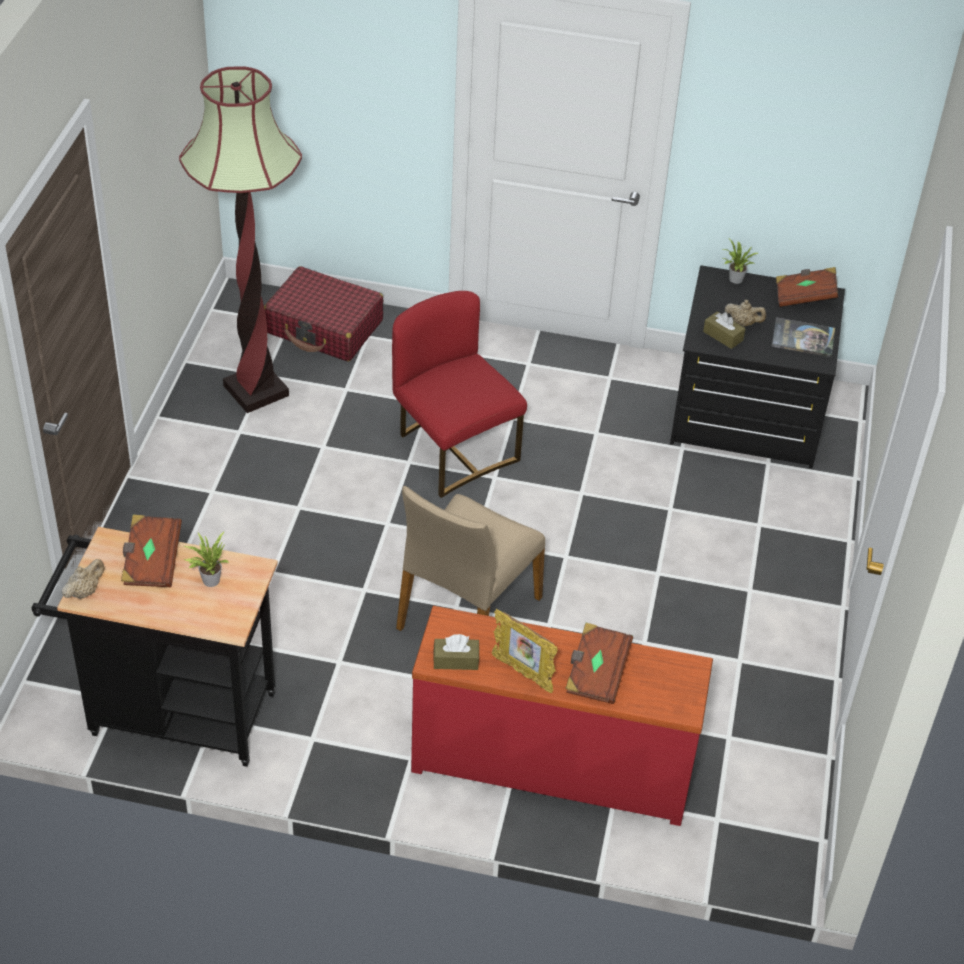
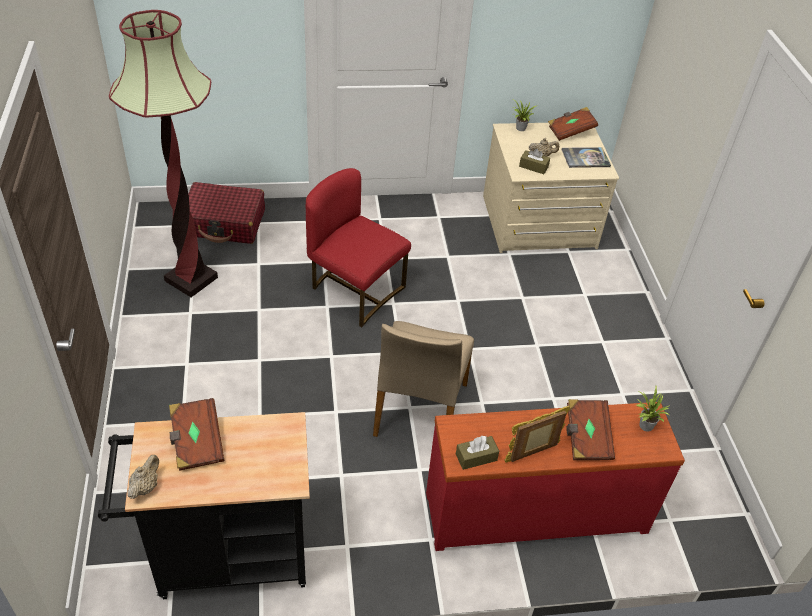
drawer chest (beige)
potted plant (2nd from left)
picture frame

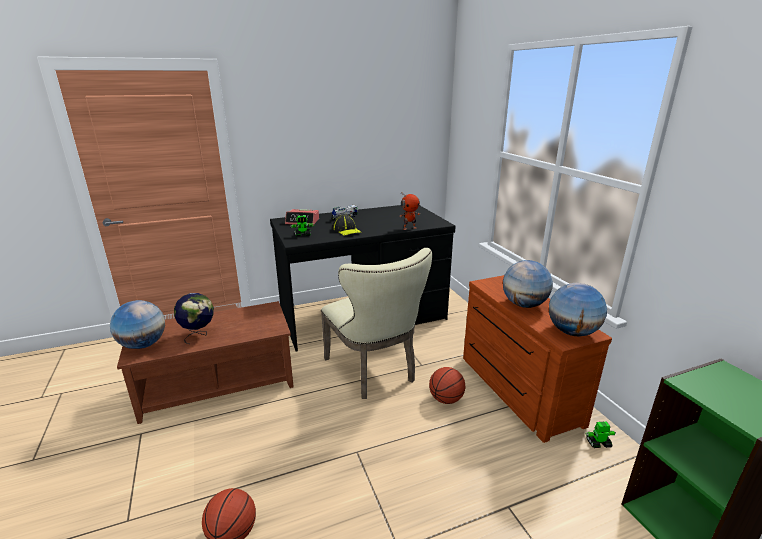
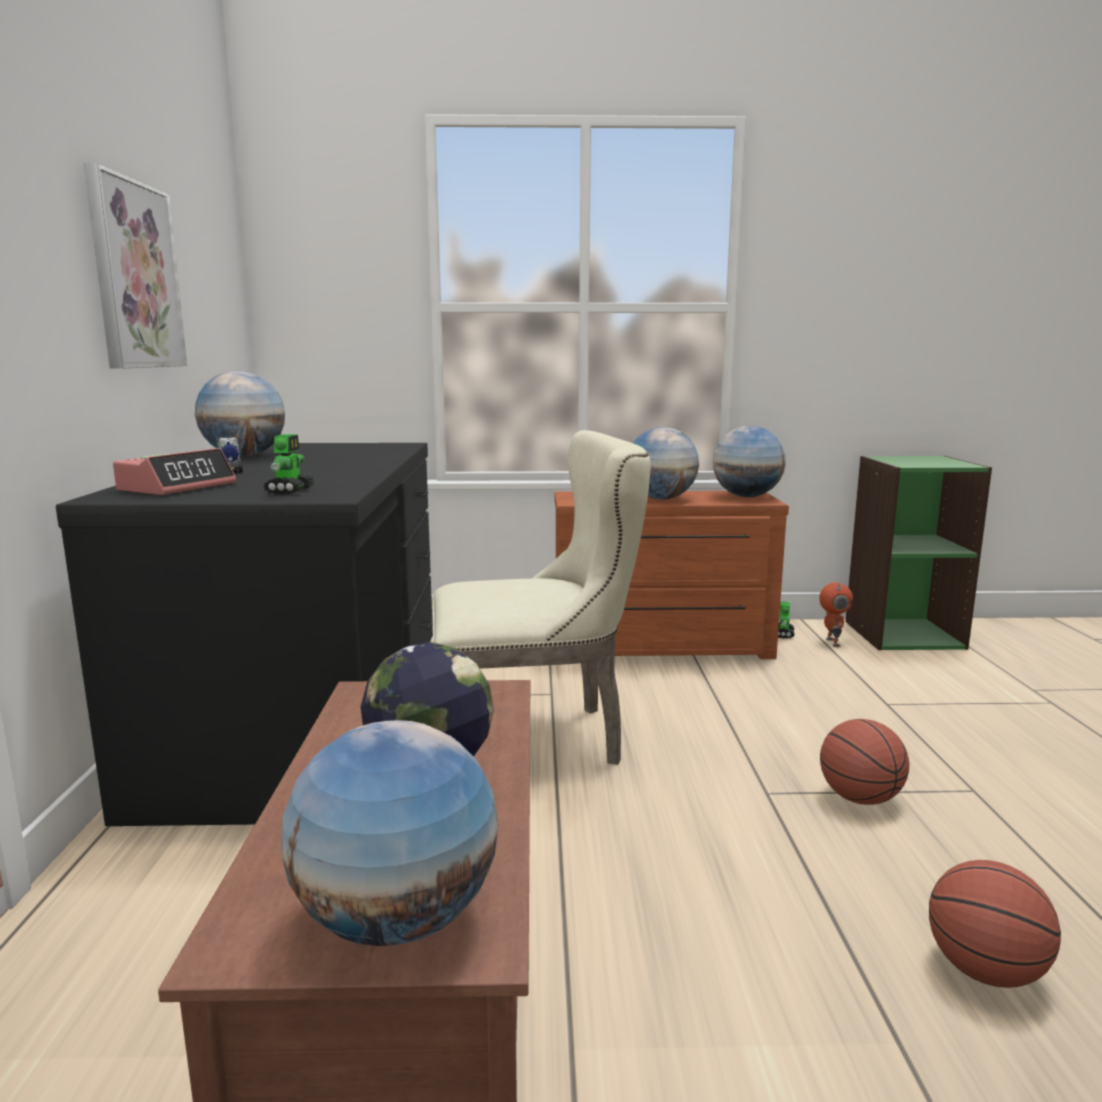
model robot (3rd from left)
cap
basketball ball (1st from left)
picture
world globe (1st from left)

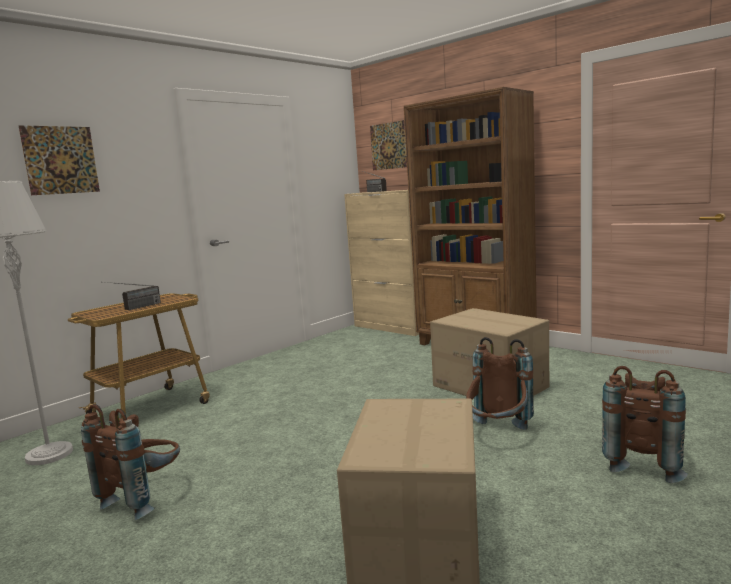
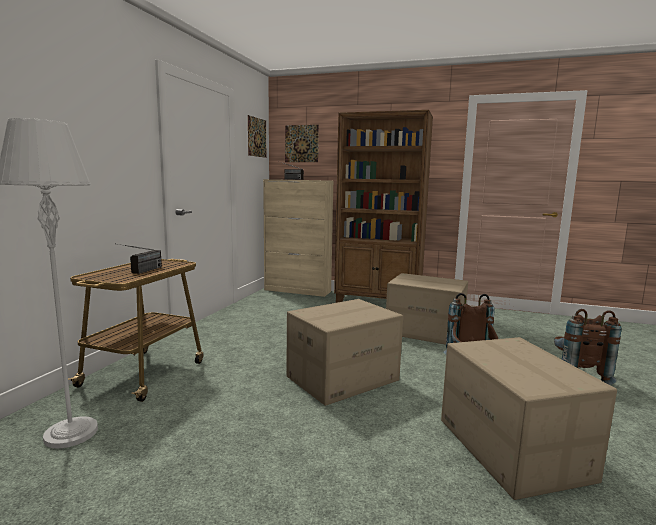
picture (1st from left)
rucksack (brown) (1st from left in the first image)
packing box (1st from left)

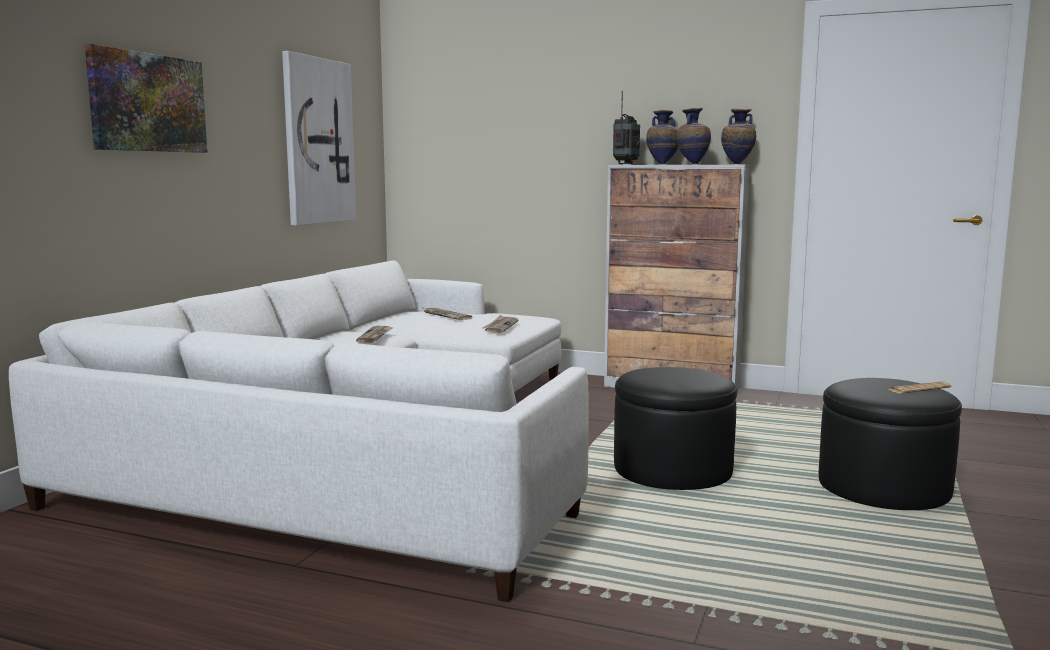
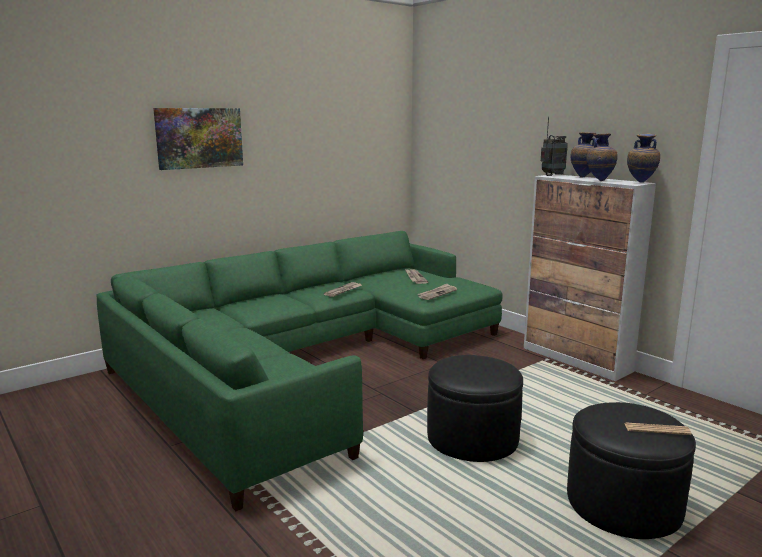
picture (2nd from left in the first image)
settee (greenish)

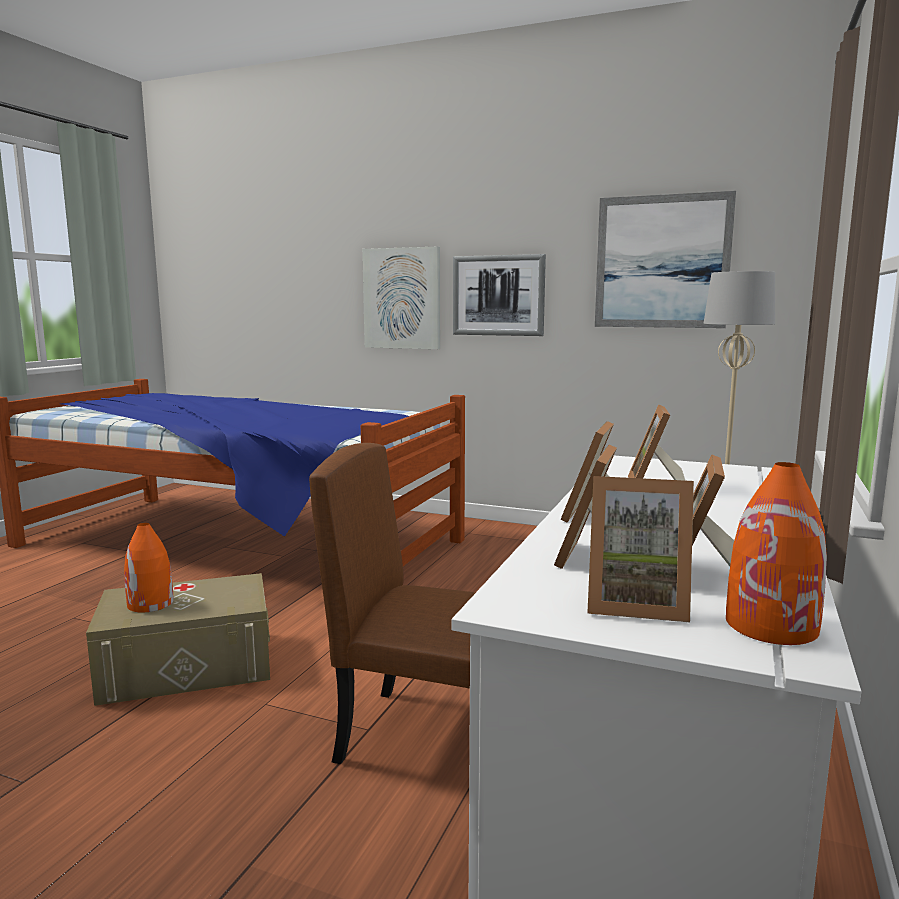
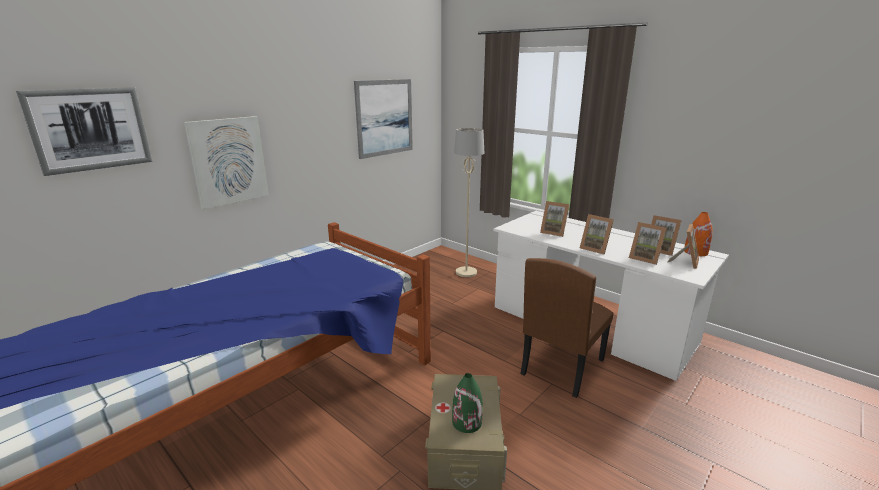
picture (1st from left)
flower vase (greenish)

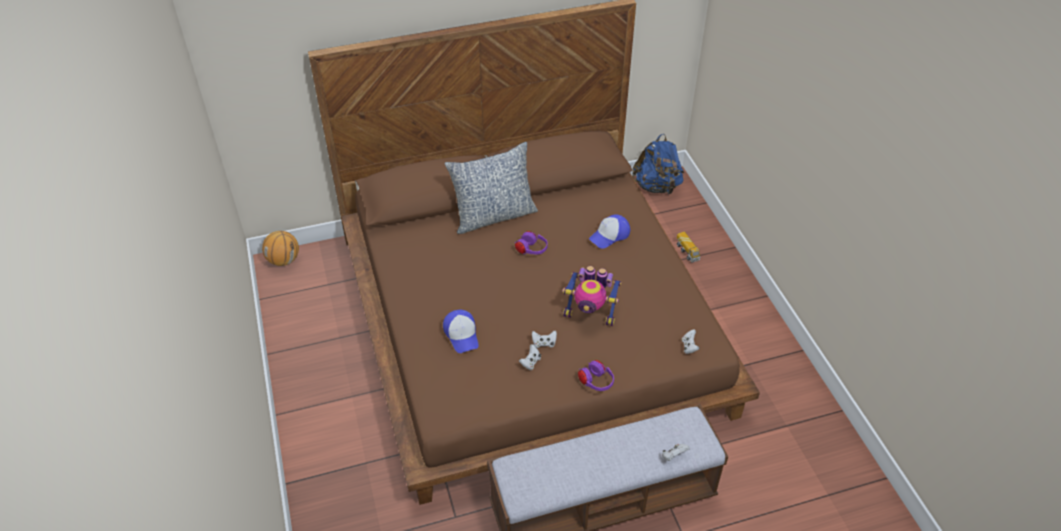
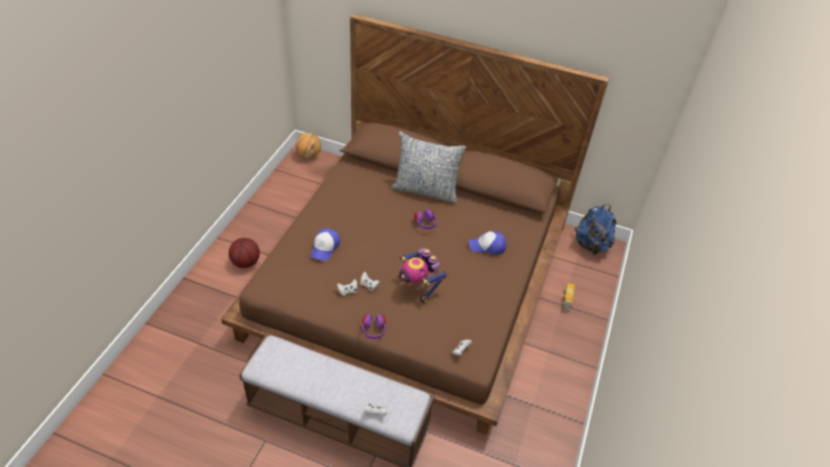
basketball ball (1st from left)

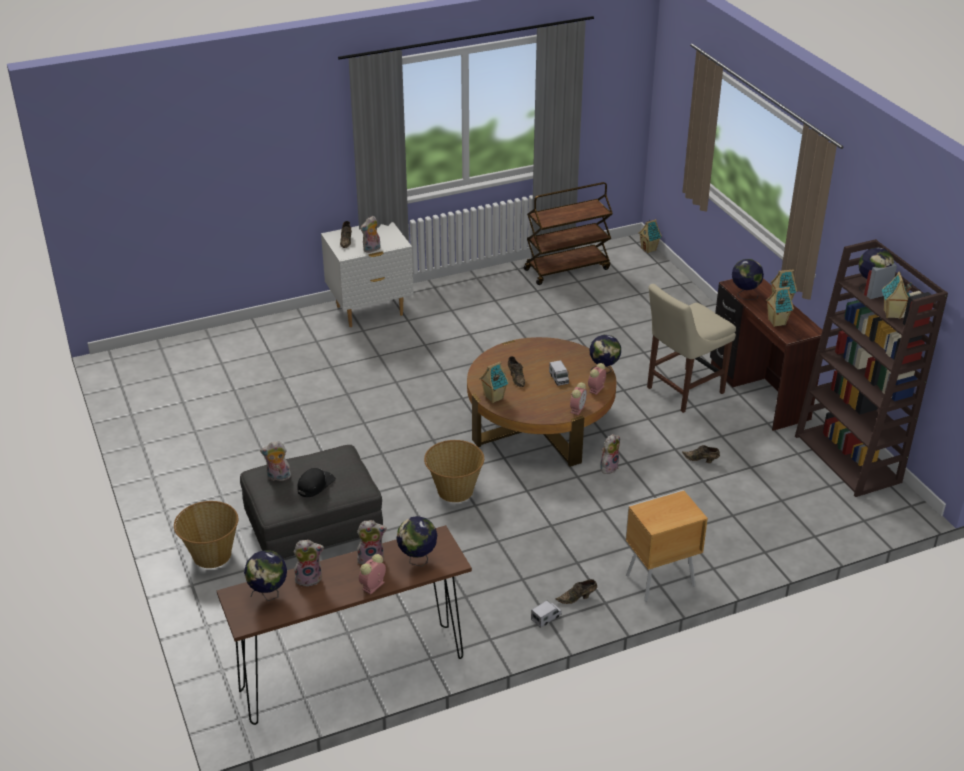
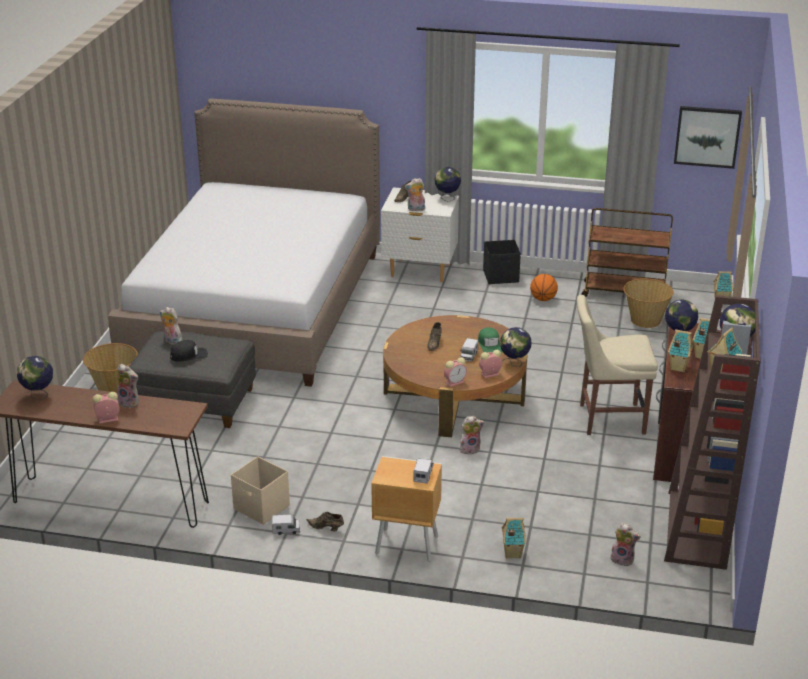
toy house (1st from left)
storage basket (2nd from left)
low shoe (brown) (4th from left in the first image)
world globe (2nd from left)
soft toy (5th from left)
sleeping bed
picture
storage box (black-coloured)
basketball ball
cap (greenish)
storage box (beige)
toy lorry (2nd from left)

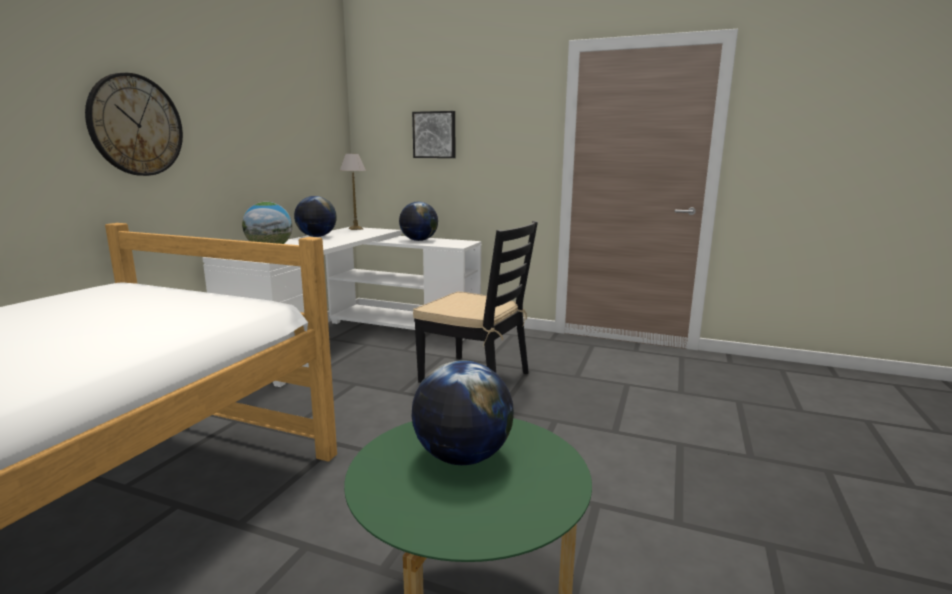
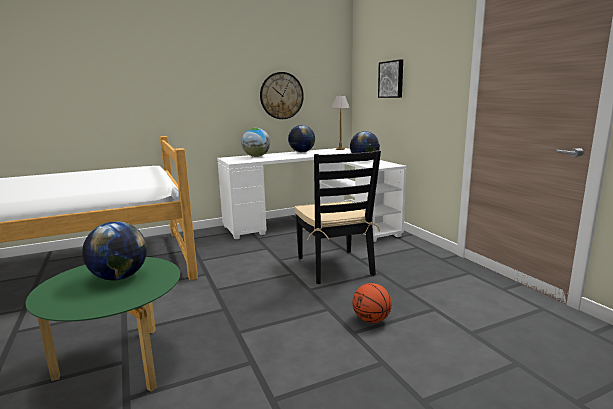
hanging clock
basketball ball

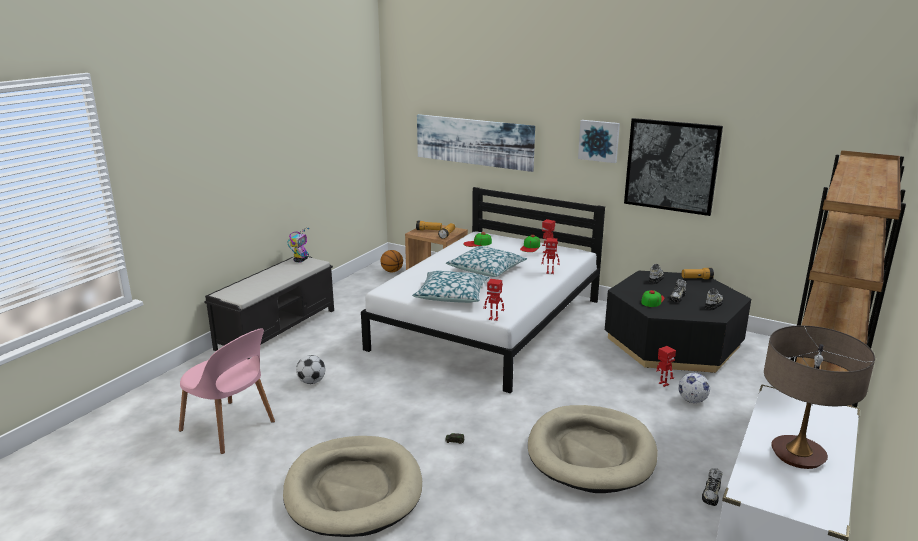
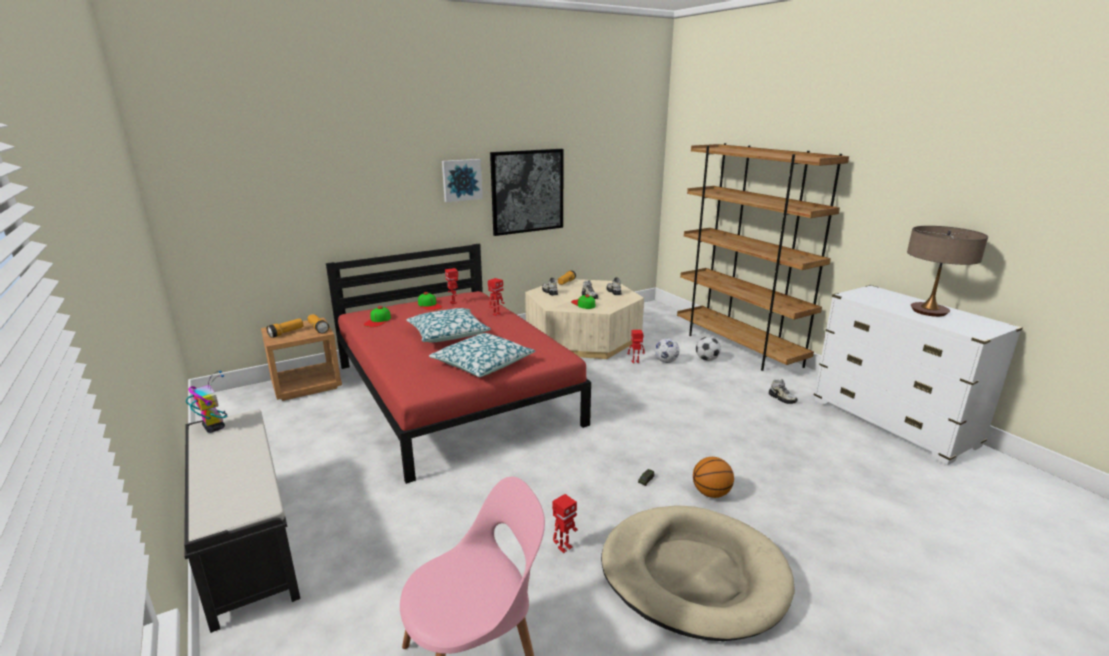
picture (1st from left in the first image)
sleeping bed (red)
basketball ball
low table (beige)
model robot (4th from left)
ball for football (2nd from left)
dog bed (beige) (2nd from left in the first image)

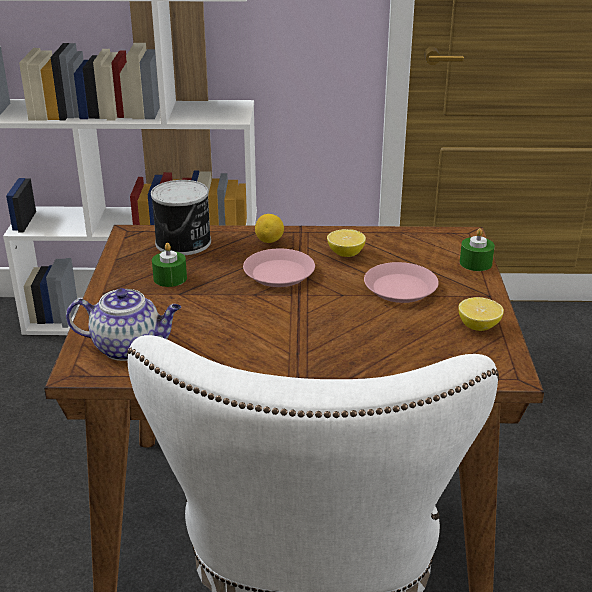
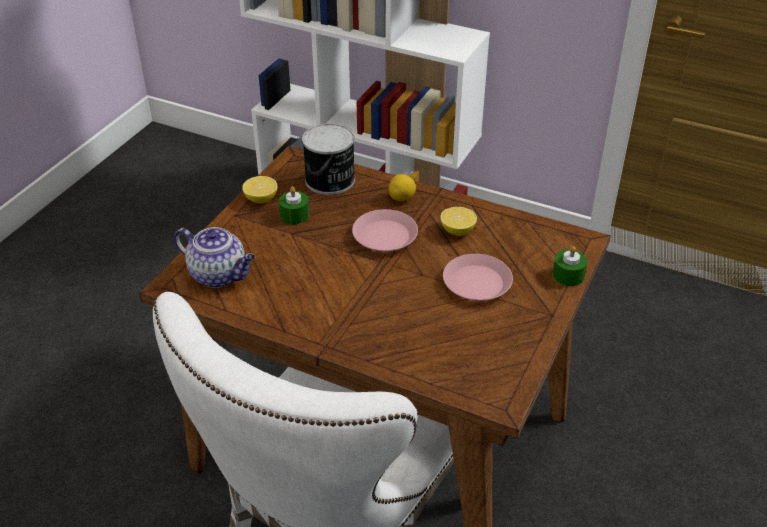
lemon (1st from left)

